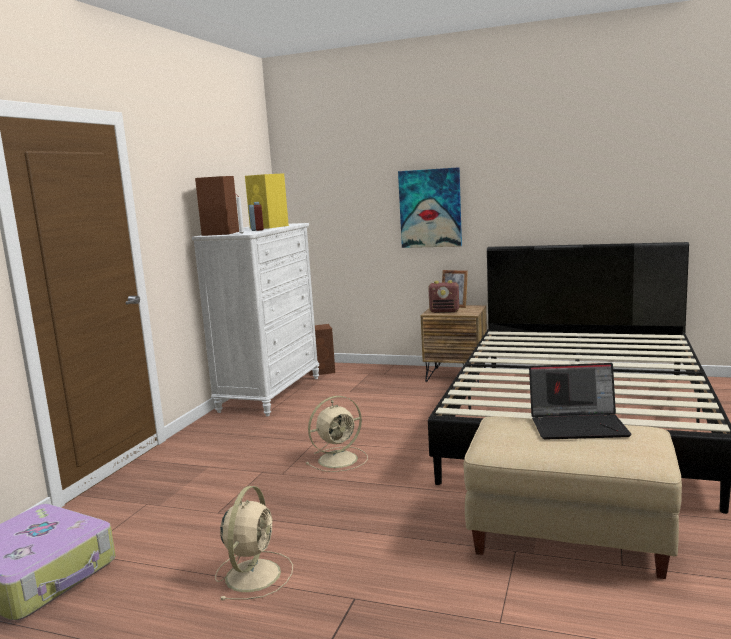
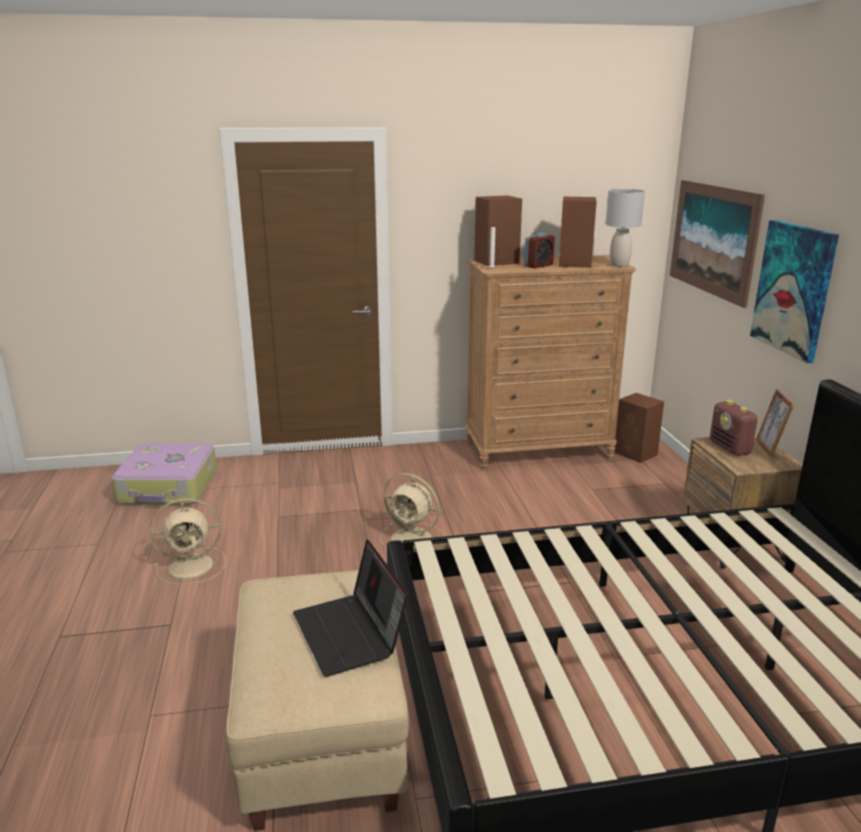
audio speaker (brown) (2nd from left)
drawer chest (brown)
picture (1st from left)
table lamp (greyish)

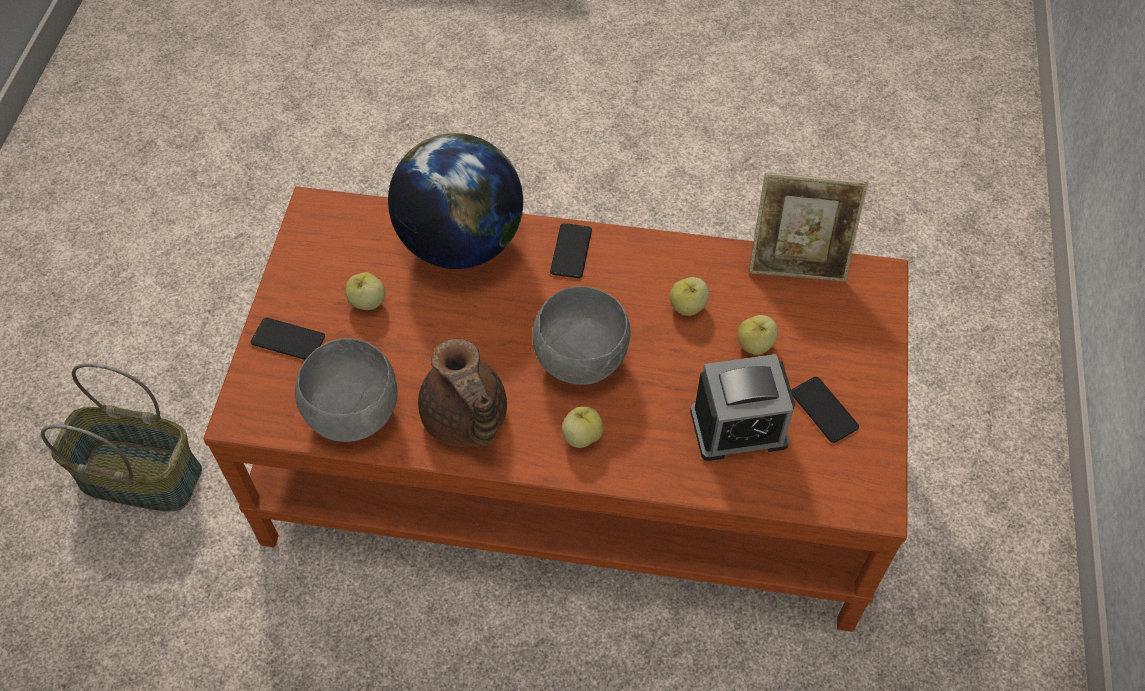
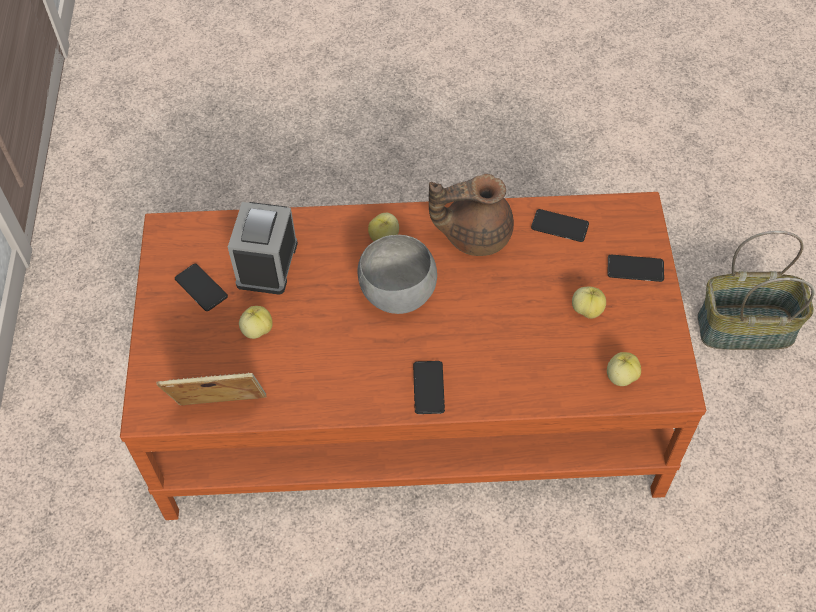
world globe
apple (4th from left)
telephone (3rd from left)
pot for tea (brown)
alarm clock

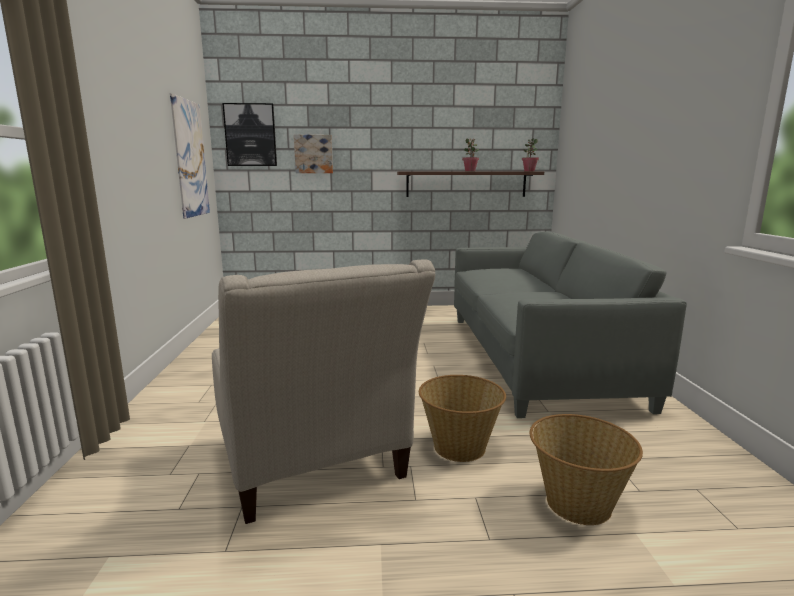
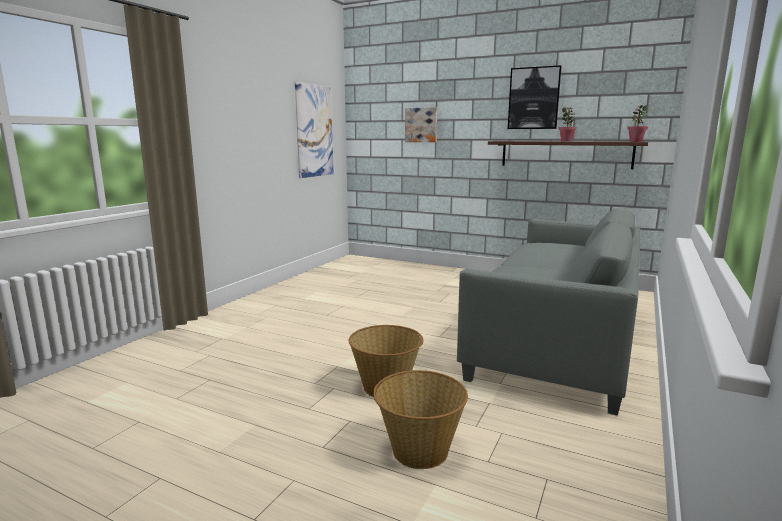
picture (3rd from left)
lounge chair (beige)

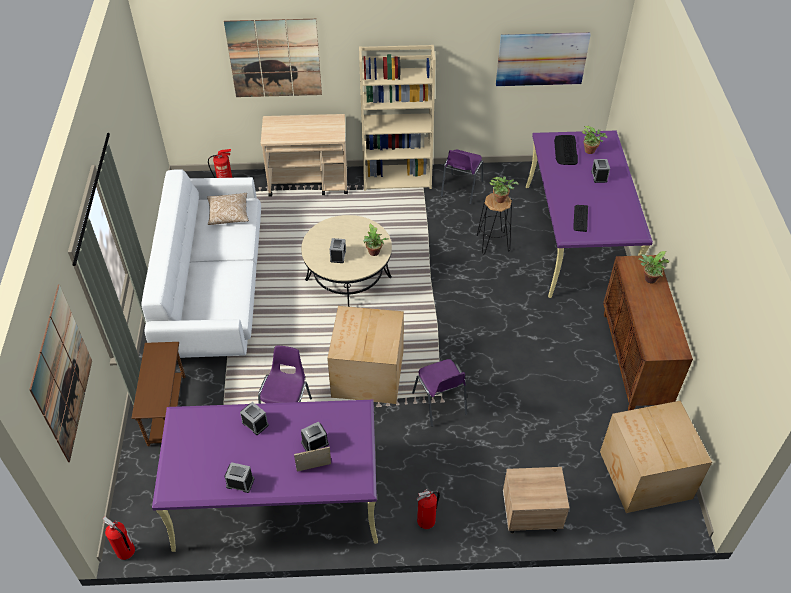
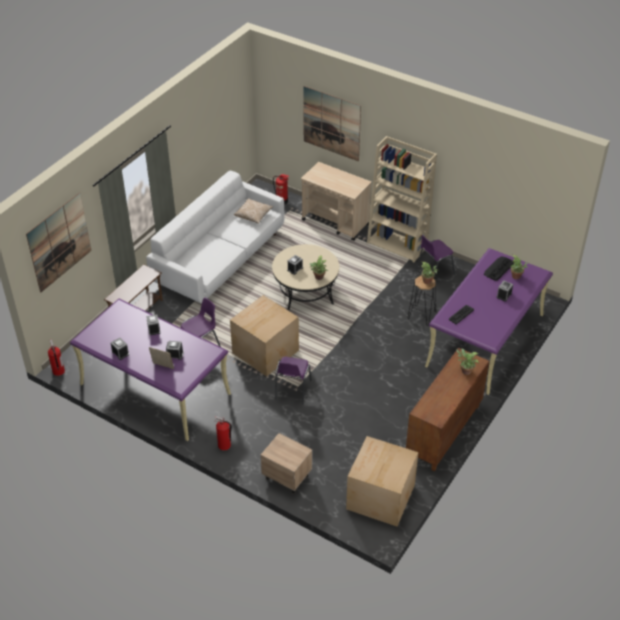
picture (3rd from left in the first image)

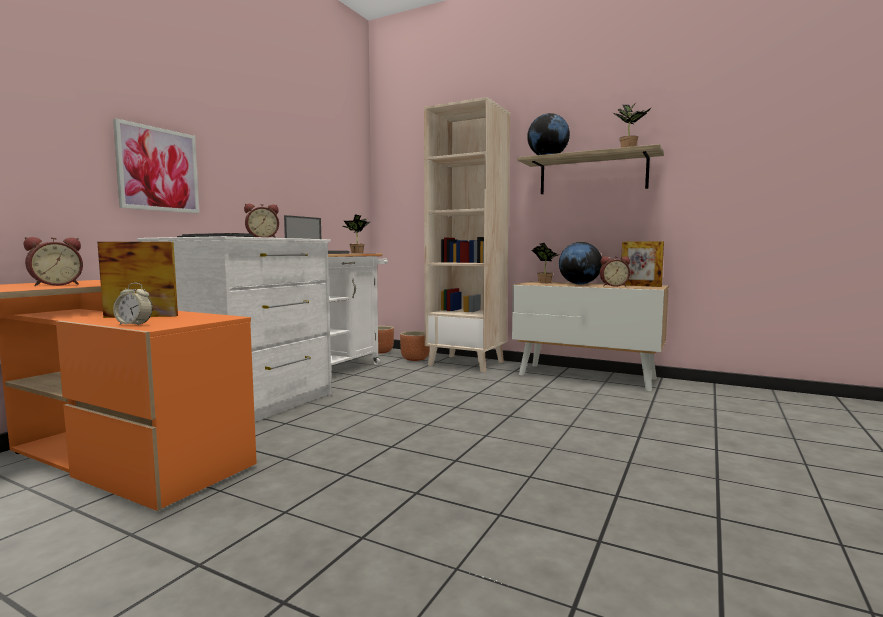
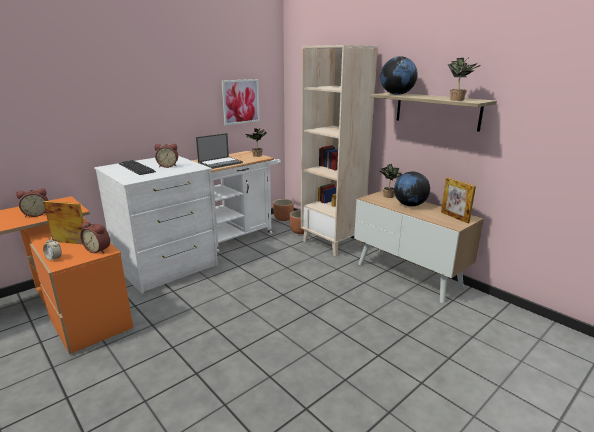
picture
alarm clock (3rd from left)

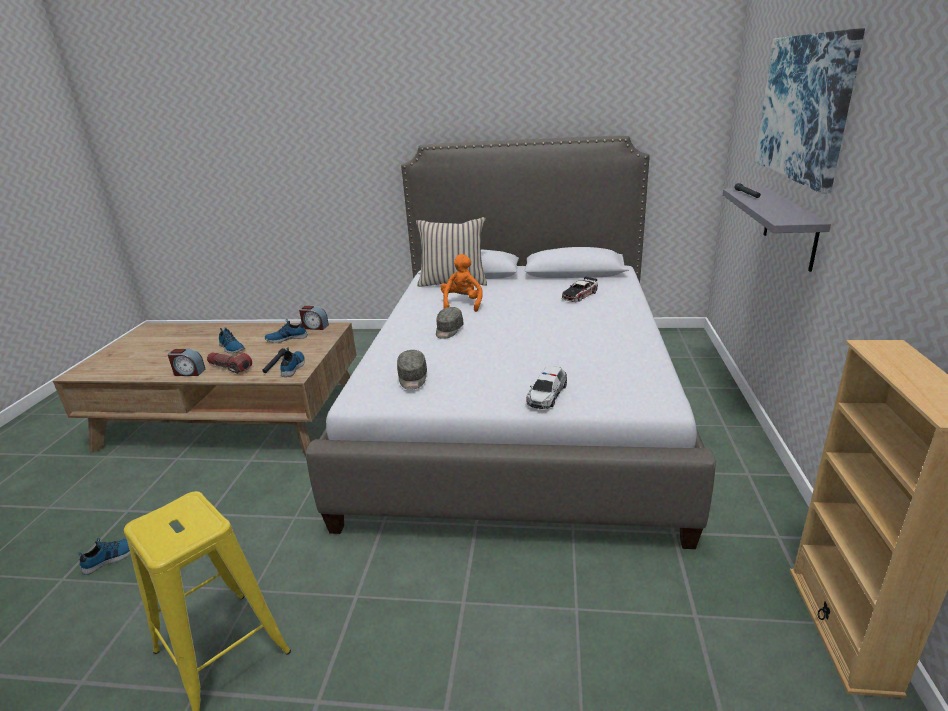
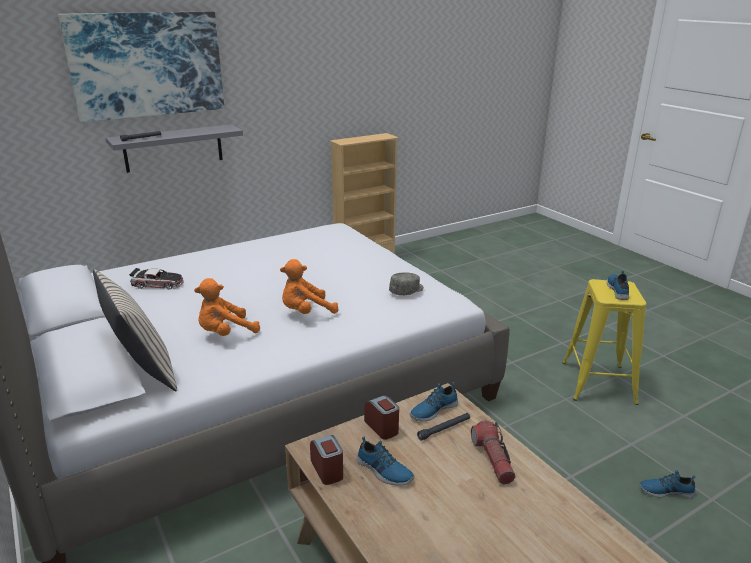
soft toy (orange) (2nd from left)
low shoe (3rd from left)
alarm clock (2nd from left)
model car (1st from left in the first image)

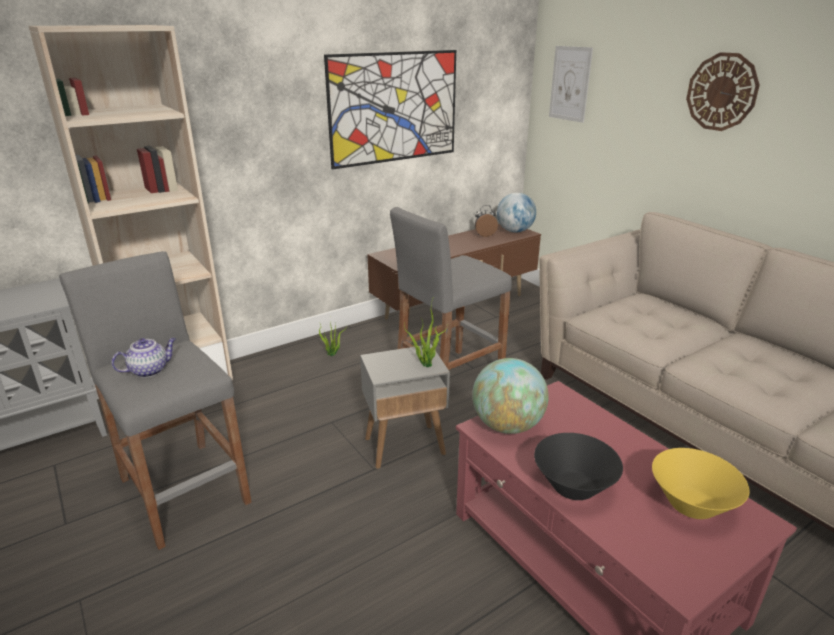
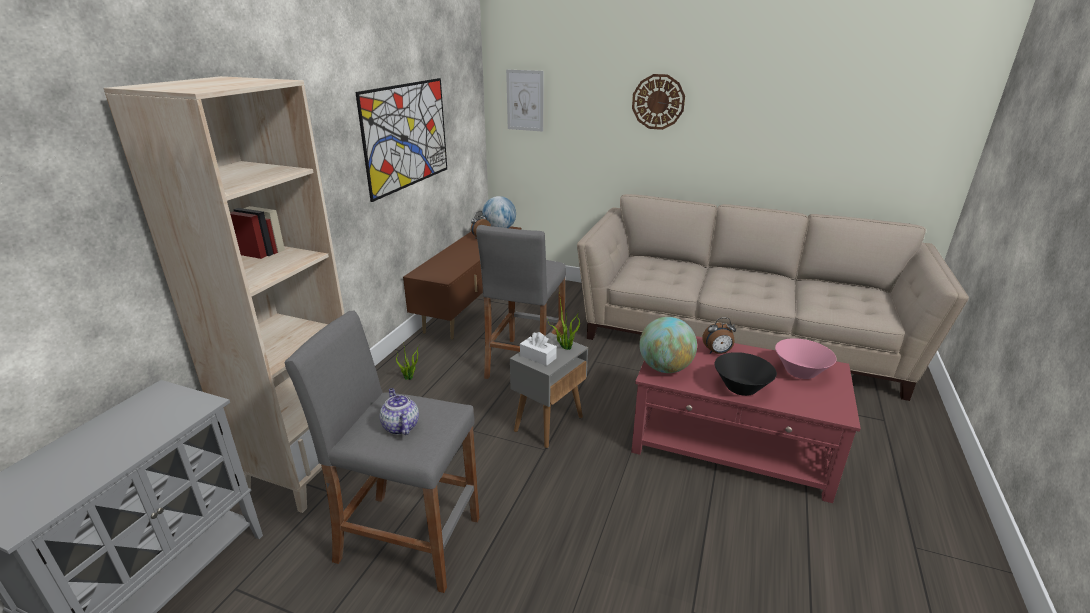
pot for tea
serving bowl (pink)
alarm clock (2nd from left)
tissue box (whitish)

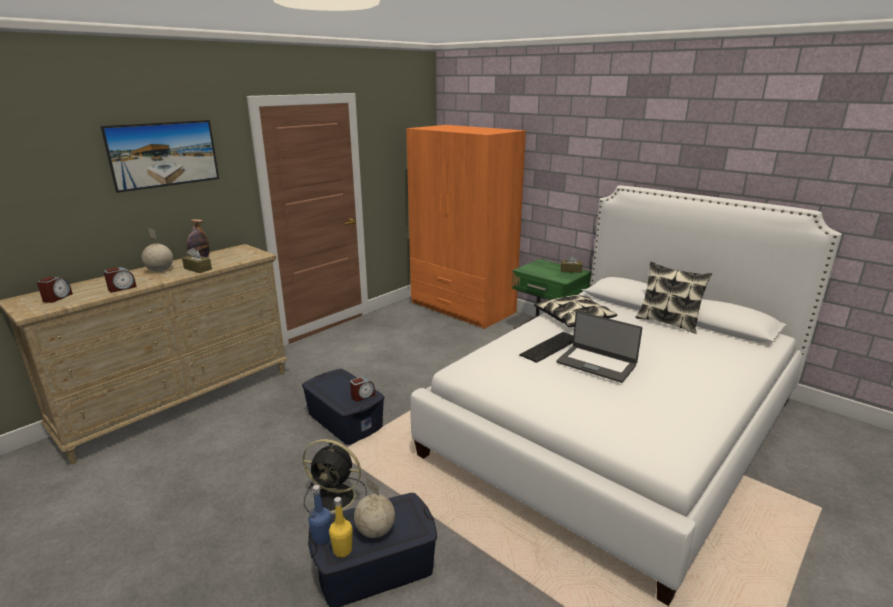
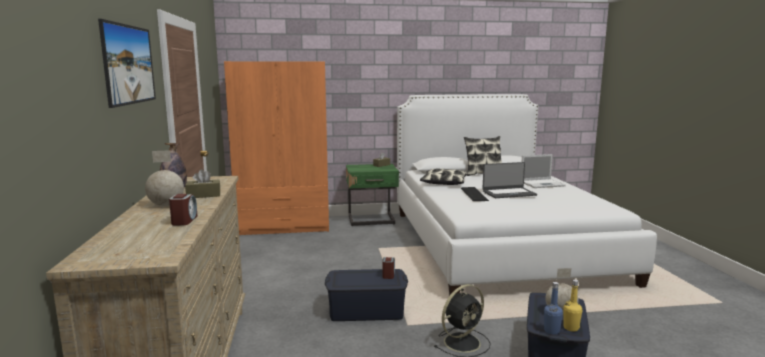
alarm clock (1st from left in the first image)
laptop (2nd from left)

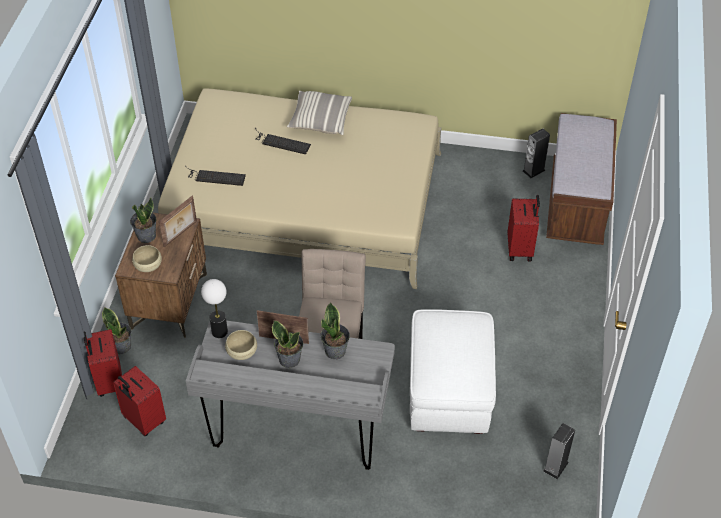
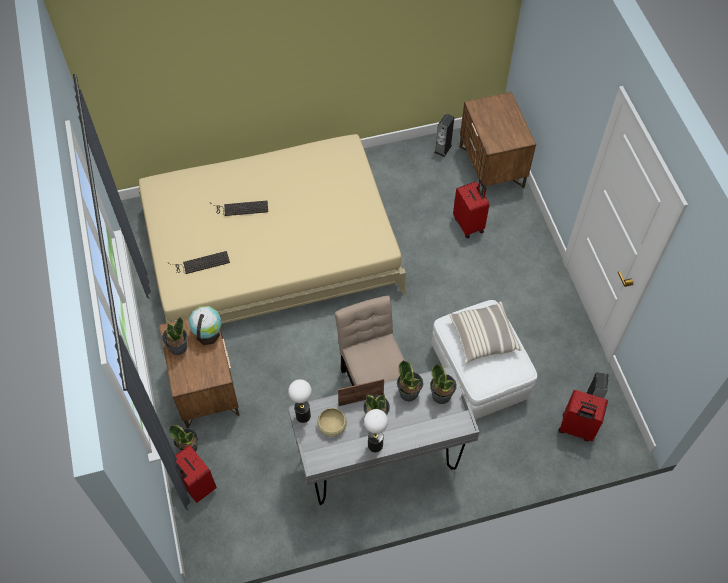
throw pillow
bedside table (brown) (2nd from left)
world globe
serving bowl (beige) (1st from left in the first image)
travel case (red) (3rd from left)
potted plant (5th from left)
table lamp (2nd from left)

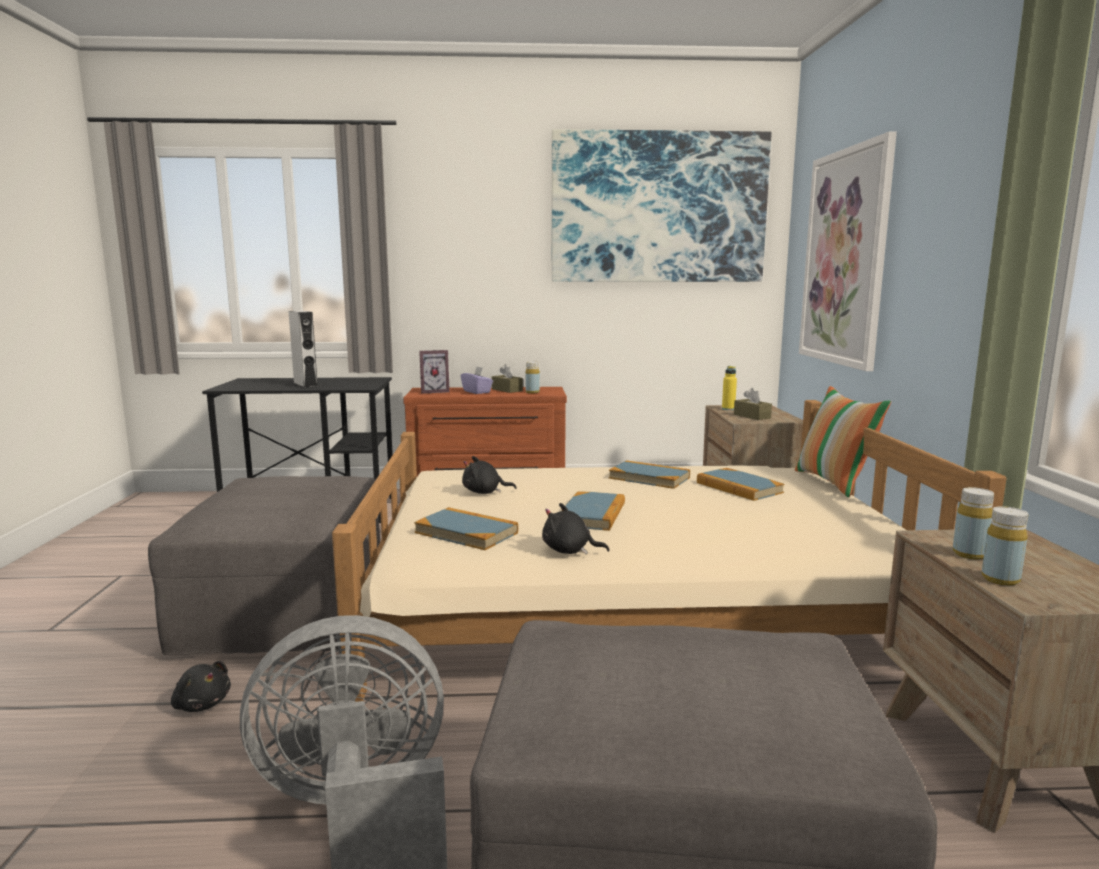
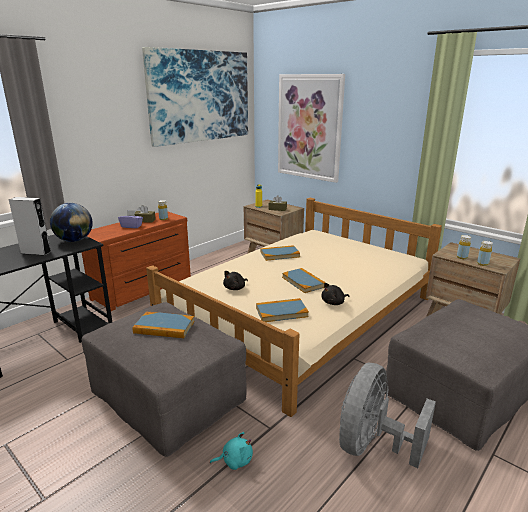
picture frame
throw pillow
bound book (1st from left)
soft toy (turquoise)
world globe

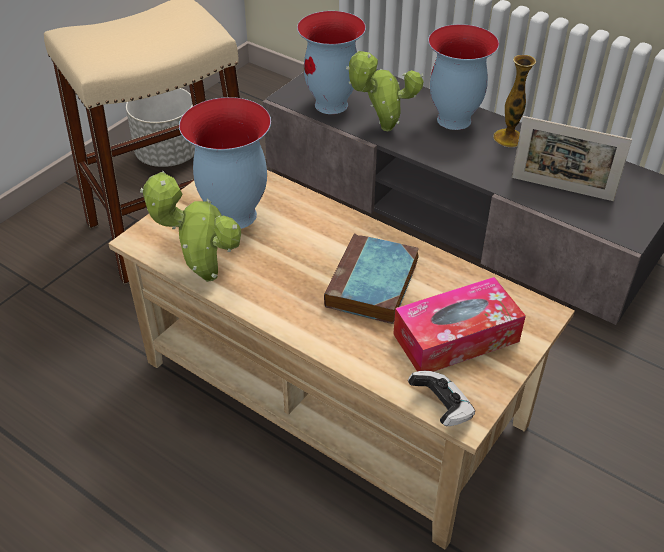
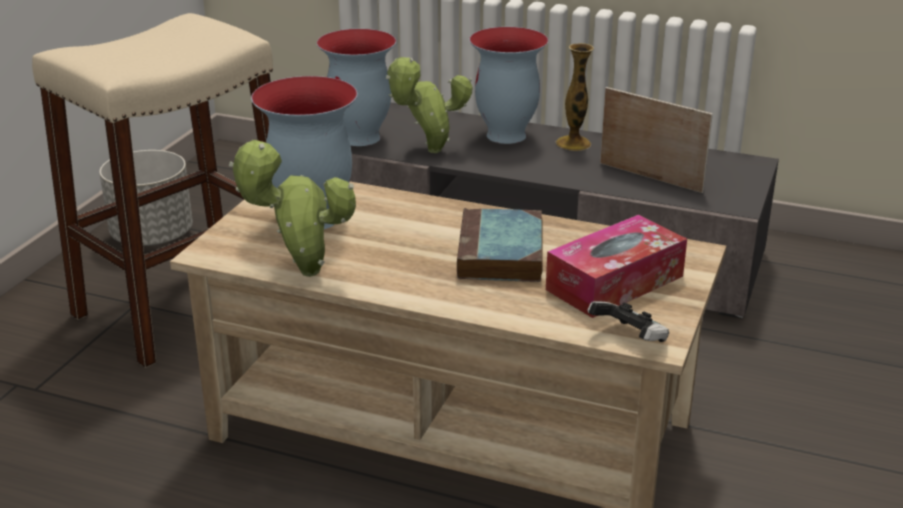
picture frame

